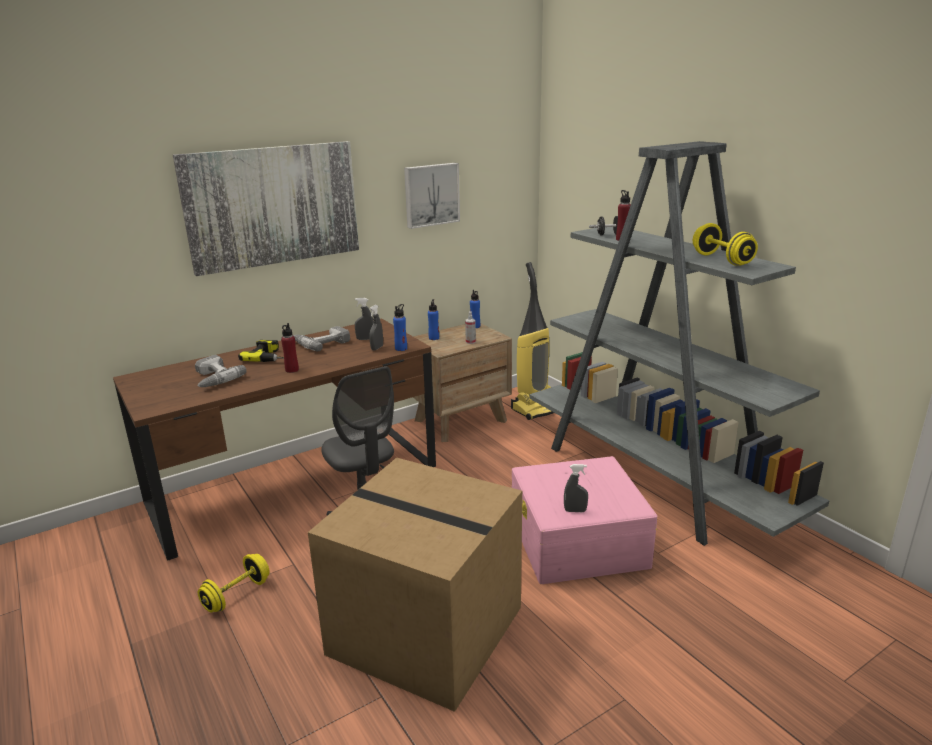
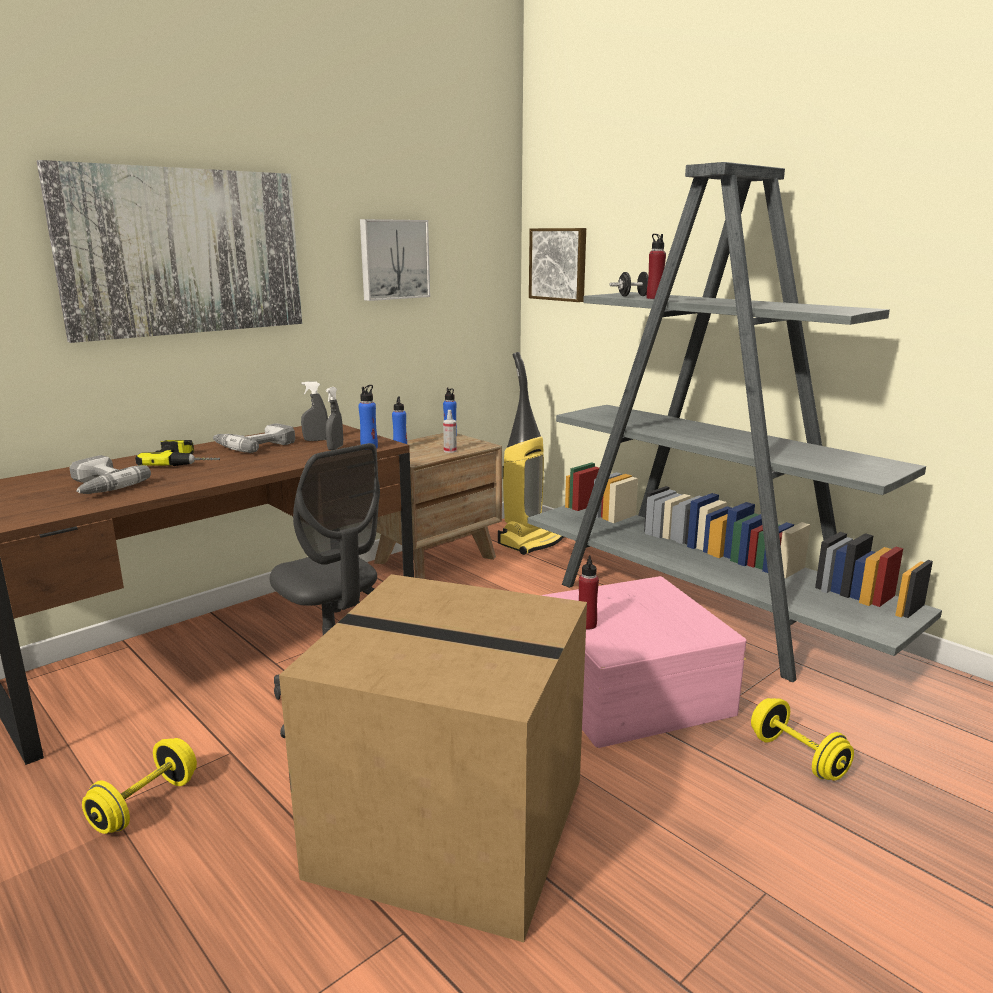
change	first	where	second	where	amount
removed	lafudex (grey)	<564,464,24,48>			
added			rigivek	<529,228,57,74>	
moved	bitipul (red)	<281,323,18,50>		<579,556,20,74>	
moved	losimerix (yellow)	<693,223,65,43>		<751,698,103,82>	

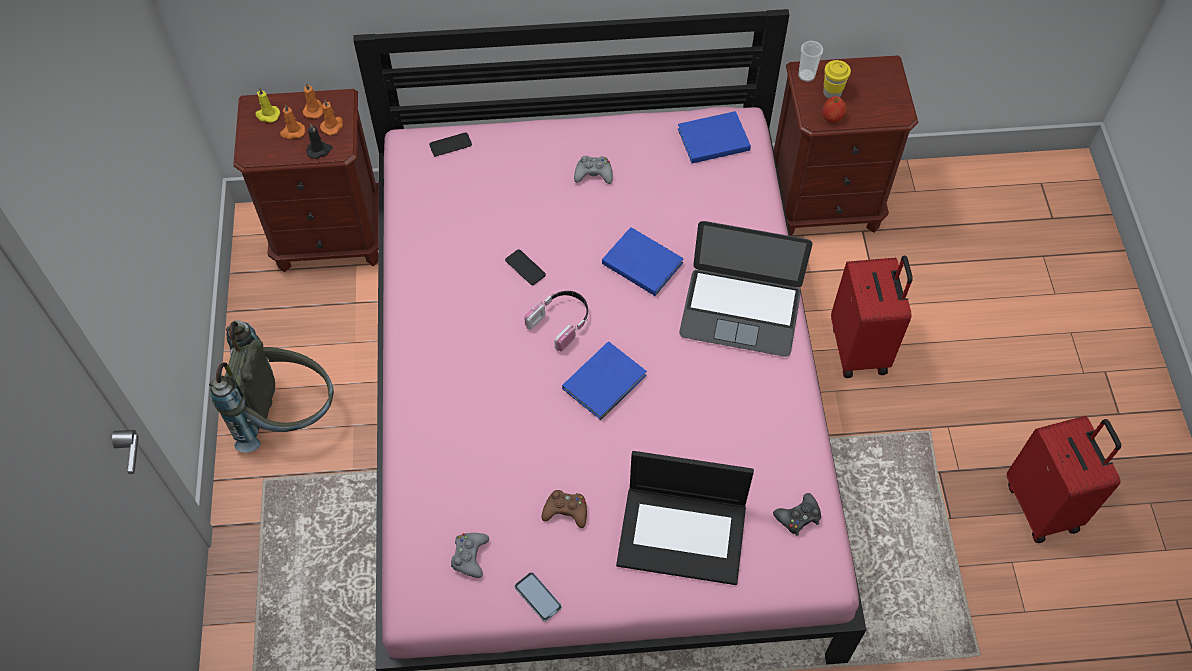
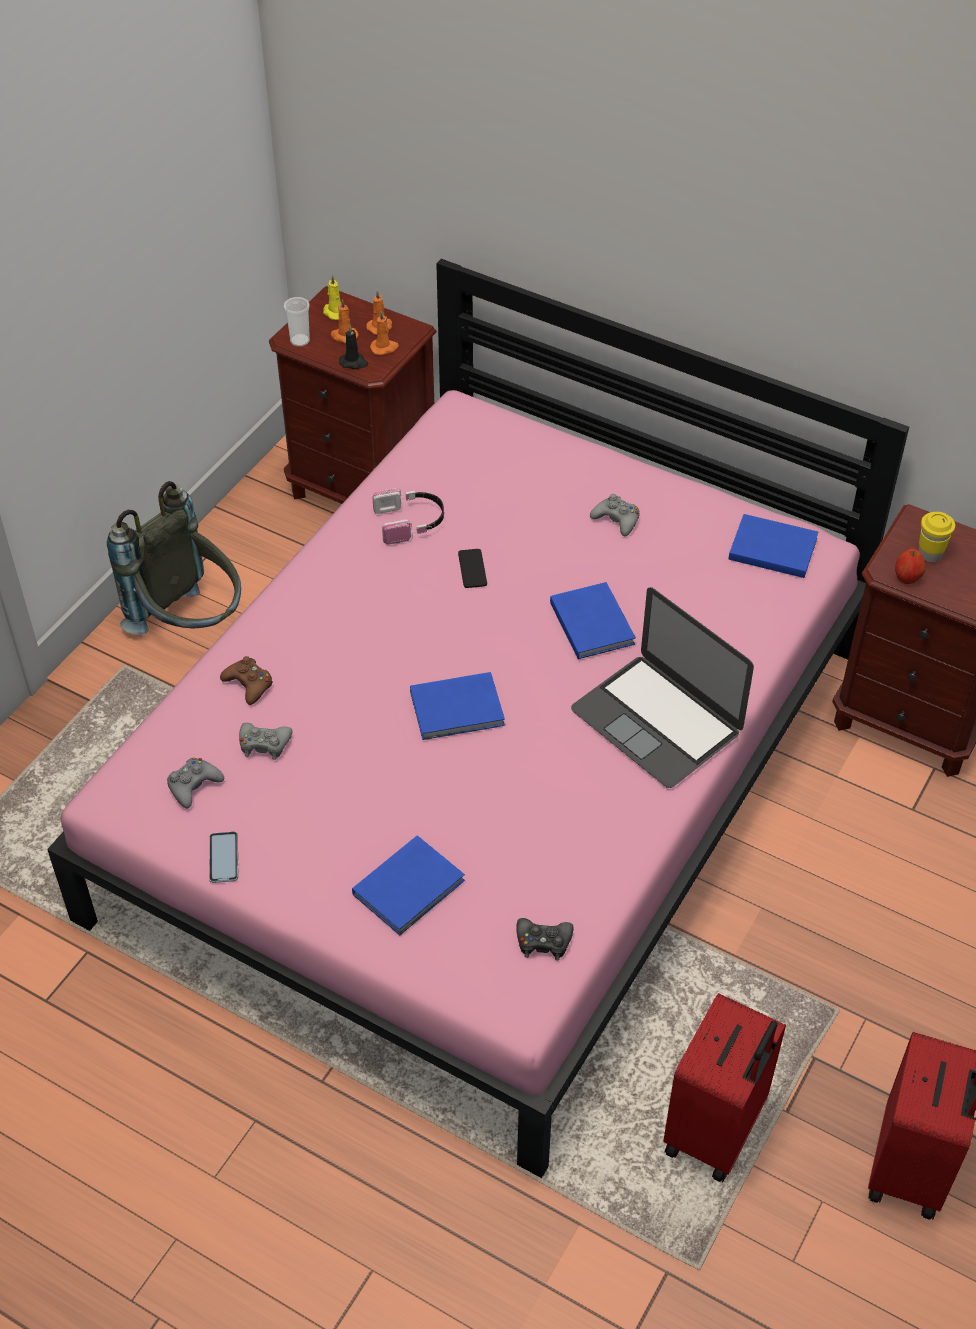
change	first	where	second	where	amount
removed	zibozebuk	<429,132,43,24>			
added			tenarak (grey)	<239,723,54,37>	
moved	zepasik	<524,291,64,60>		<372,488,72,57>	
moved	tenarak (brown)	<542,490,45,38>		<220,656,53,49>	
moved	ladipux	<798,41,25,41>		<284,297,26,50>	
moved	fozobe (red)	<831,256,82,122>		<663,993,123,189>	
replaced	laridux	<616,451,138,134>	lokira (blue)	<352,835,113,100>	

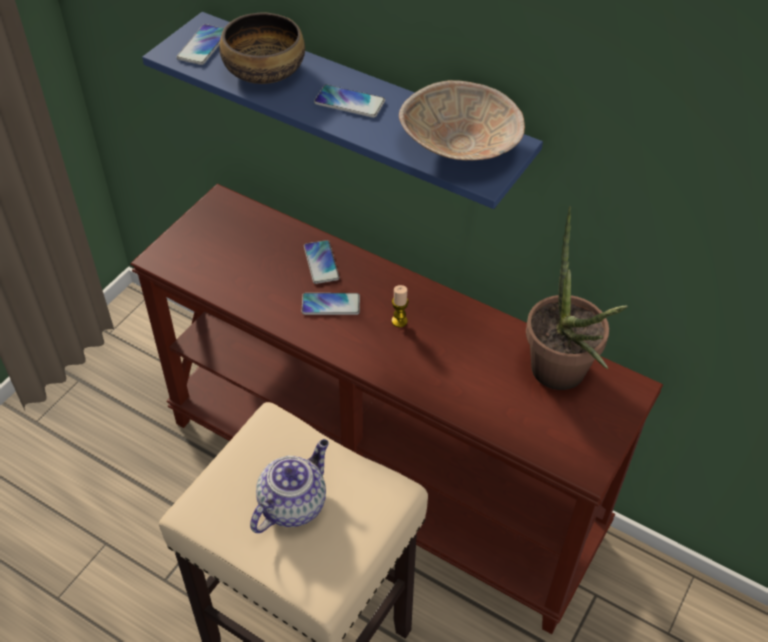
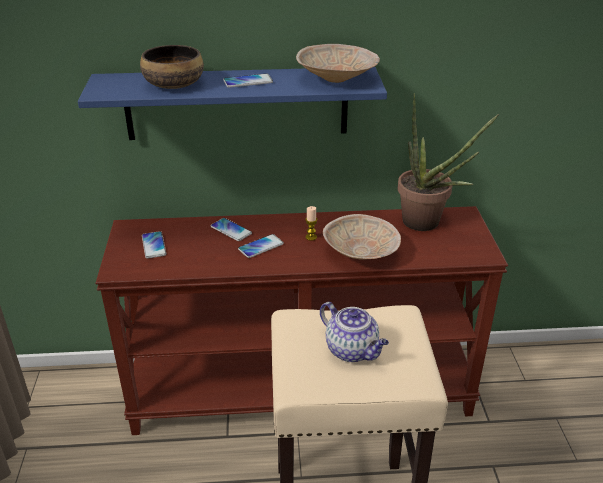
change	first	where	second	where	amount
added			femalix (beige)	<323,214,78,46>	
moved	zibozebuk	<177,24,47,41>		<142,231,24,28>	
turned	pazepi	<250,439,79,94>		<320,302,69,60>	135 degrees clockwise

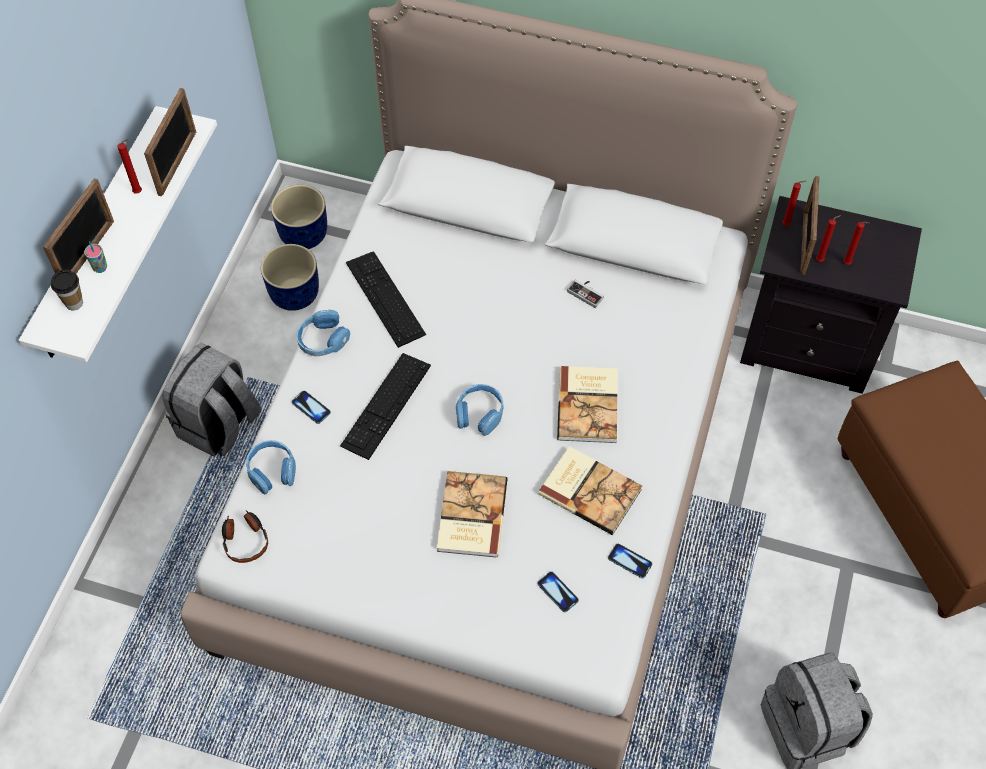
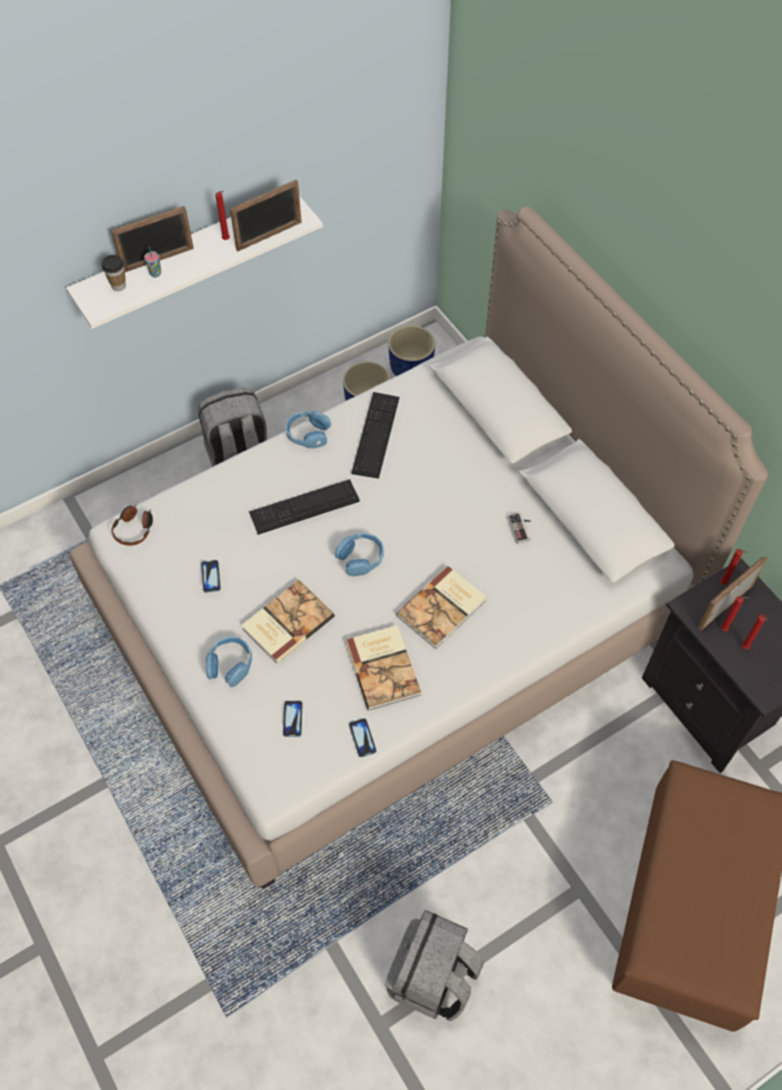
change	first	where	second	where	amount
moved	zepasik (blue)	<246,440,50,54>		<206,636,46,51>	
moved	zibozebuk	<292,391,39,33>		<201,560,20,33>	

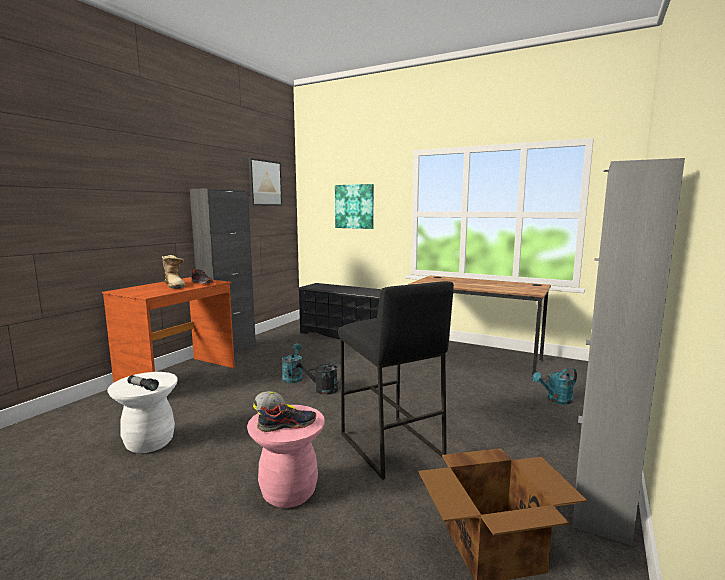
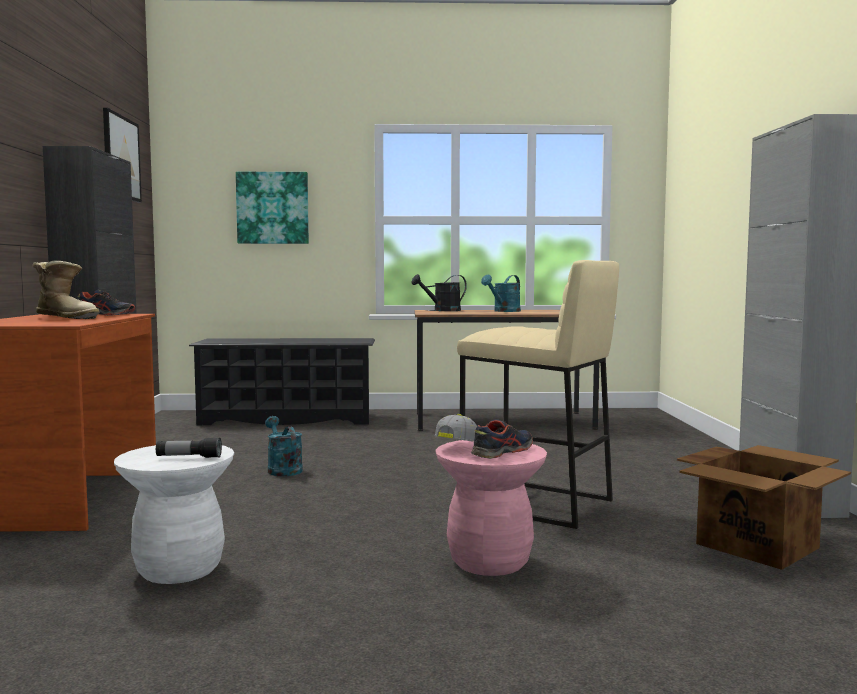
change	first	where	second	where	amount
moved	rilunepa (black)	<294,359,47,36>		<411,274,56,37>	
moved	rilunepa (turquoise)	<532,367,45,37>		<481,275,40,37>	
recoloured	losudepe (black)	<338,281,116,199>	losudepe (beige)	<457,260,162,269>	

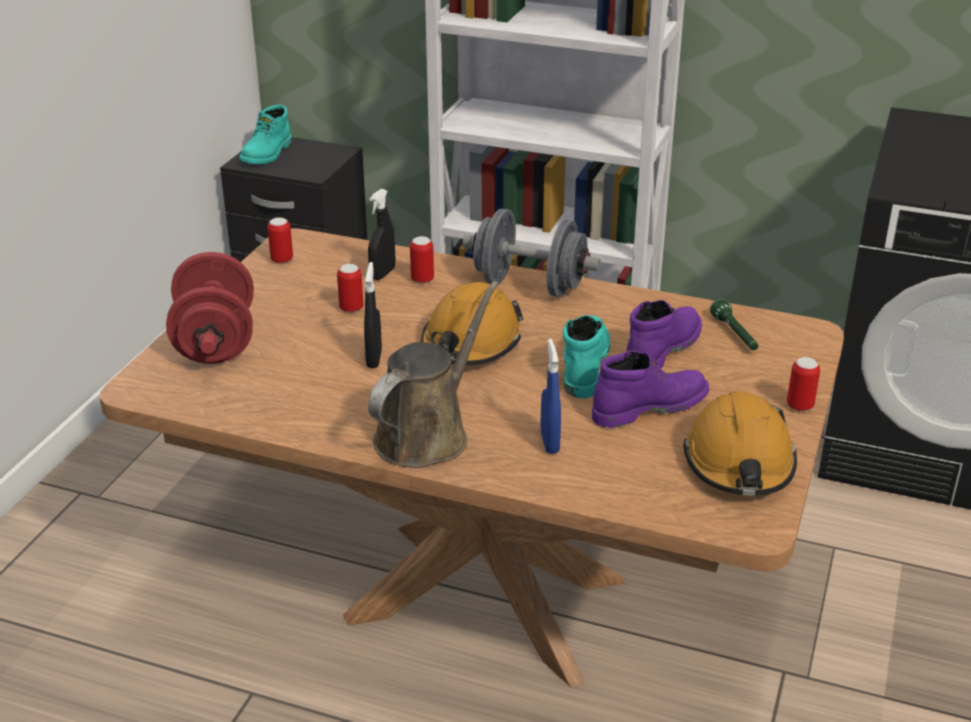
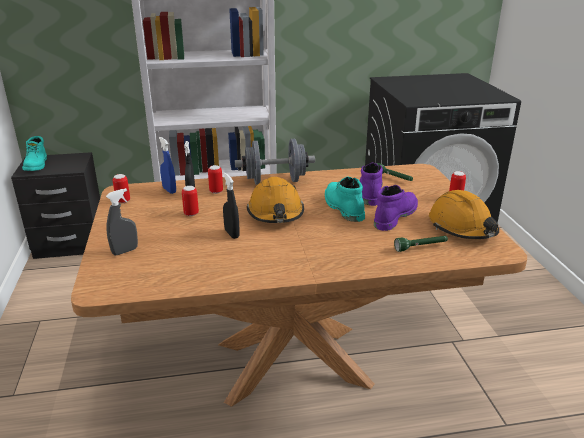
change	first	where	second	where	amount
removed	rilunepa (brown)	<368,281,131,187>			
added			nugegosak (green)	<394,236,54,16>	
moved	lafudex (blue)	<541,339,20,115>		<159,137,17,57>	
replaced	losimerix (red)	<166,252,88,112>	lafudex (grey)	<106,188,32,67>	

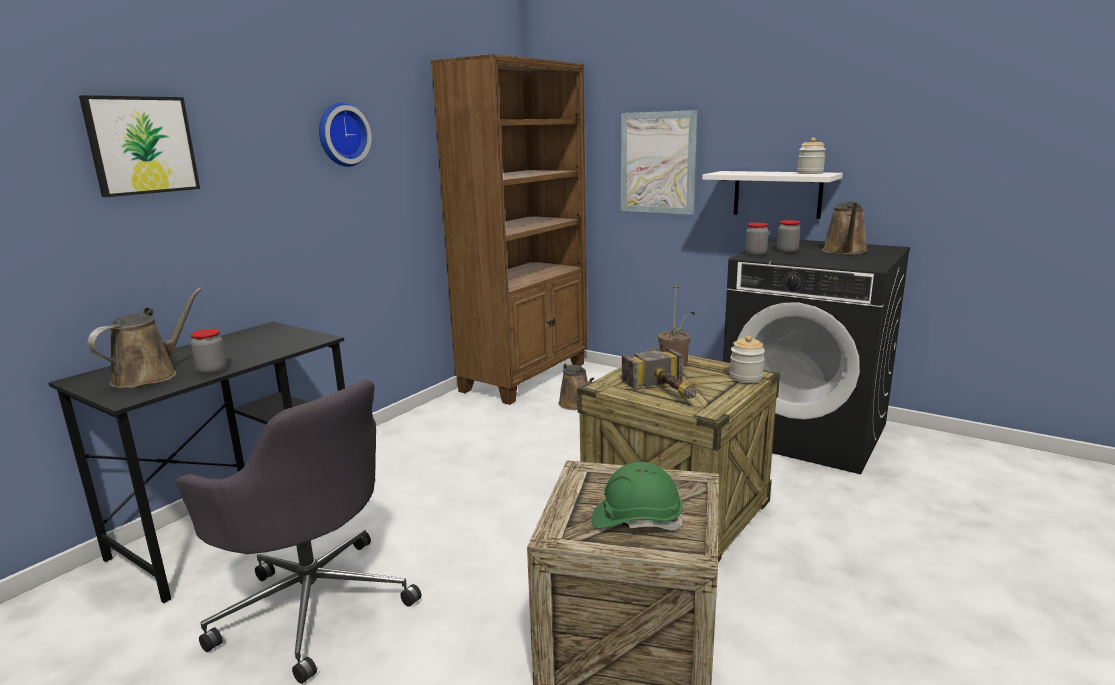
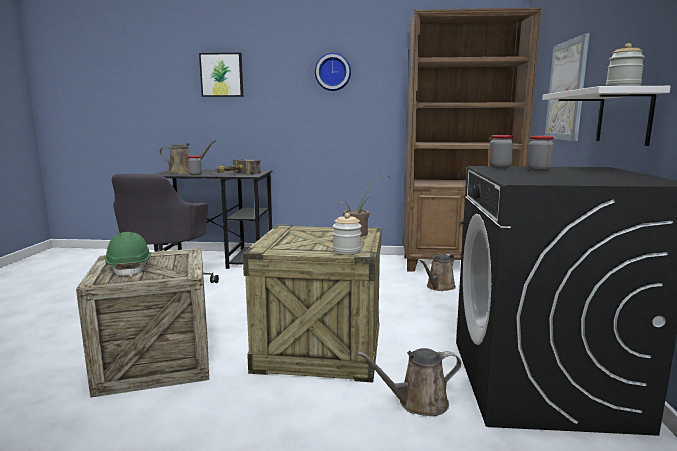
change	first	where	second	where	amount
moved	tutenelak	<622,348,74,51>		<215,159,46,16>	
moved	rilunepa (brown)	<822,201,46,54>		<357,348,104,68>	

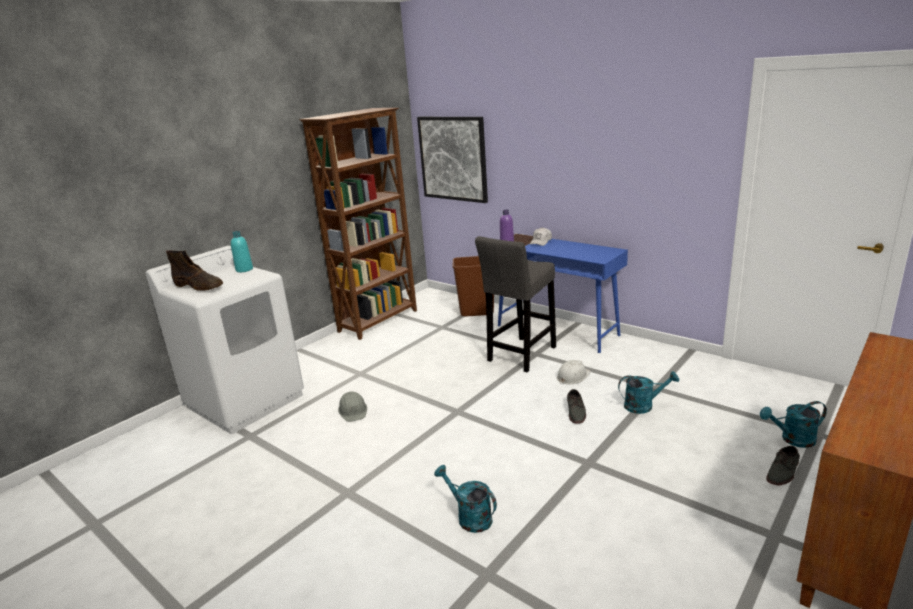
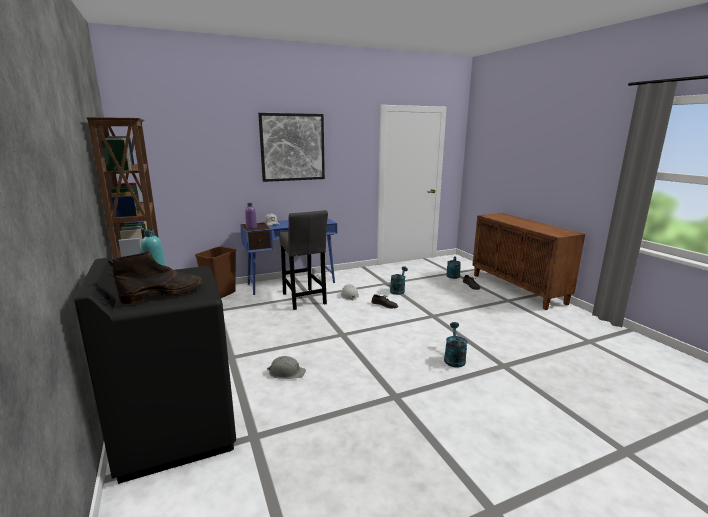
change	first	where	second	where	amount
moved	rigivek	<417,117,71,86>		<258,113,67,69>	
recoloured	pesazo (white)	<145,246,159,188>	pesazo (black)	<74,258,162,226>	
turned	rilunepa (turquoise)	<434,465,63,68>		<444,322,24,46>	120 degrees clockwise

